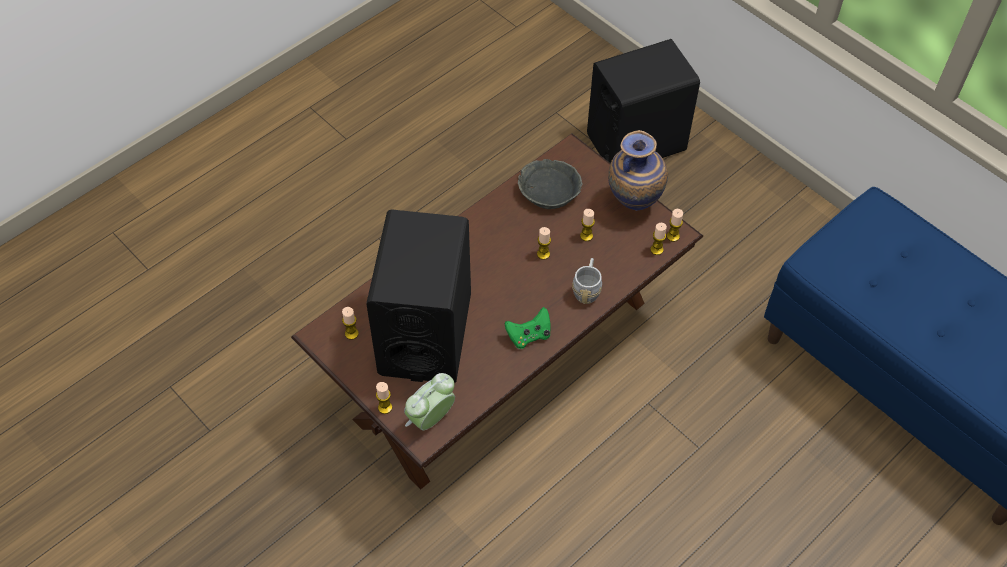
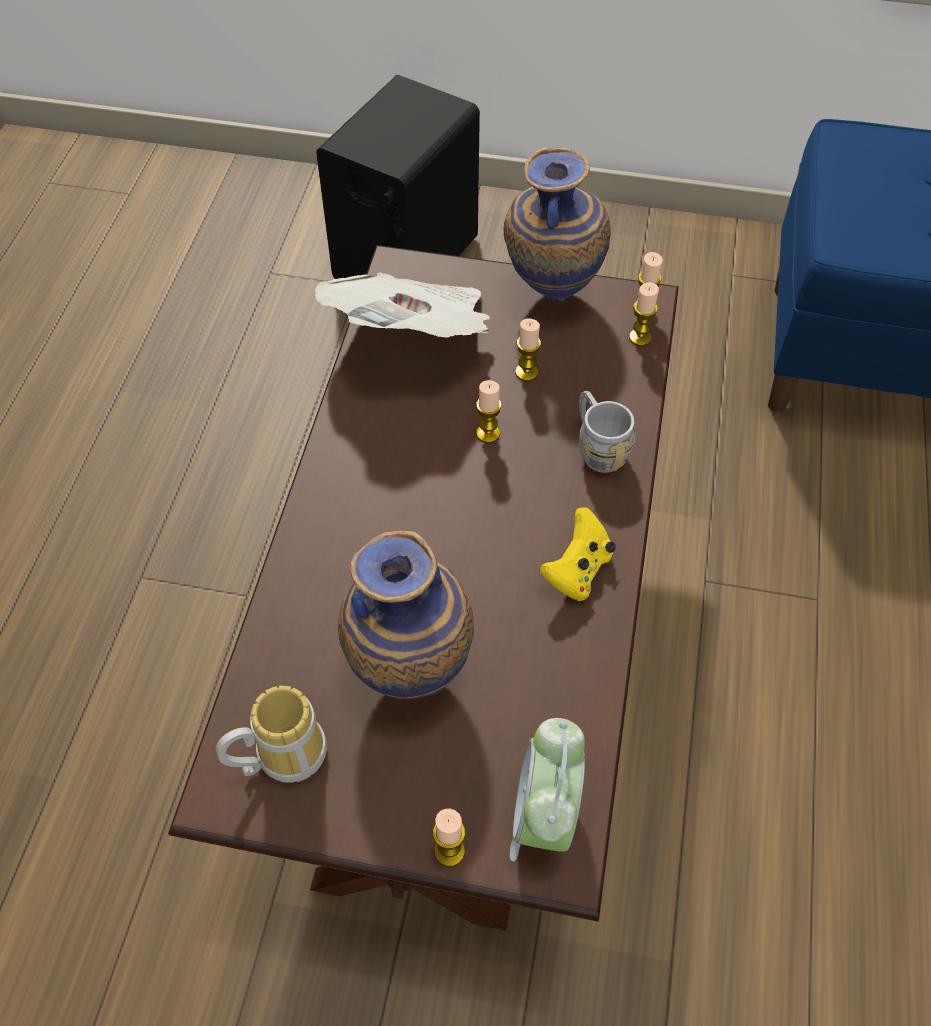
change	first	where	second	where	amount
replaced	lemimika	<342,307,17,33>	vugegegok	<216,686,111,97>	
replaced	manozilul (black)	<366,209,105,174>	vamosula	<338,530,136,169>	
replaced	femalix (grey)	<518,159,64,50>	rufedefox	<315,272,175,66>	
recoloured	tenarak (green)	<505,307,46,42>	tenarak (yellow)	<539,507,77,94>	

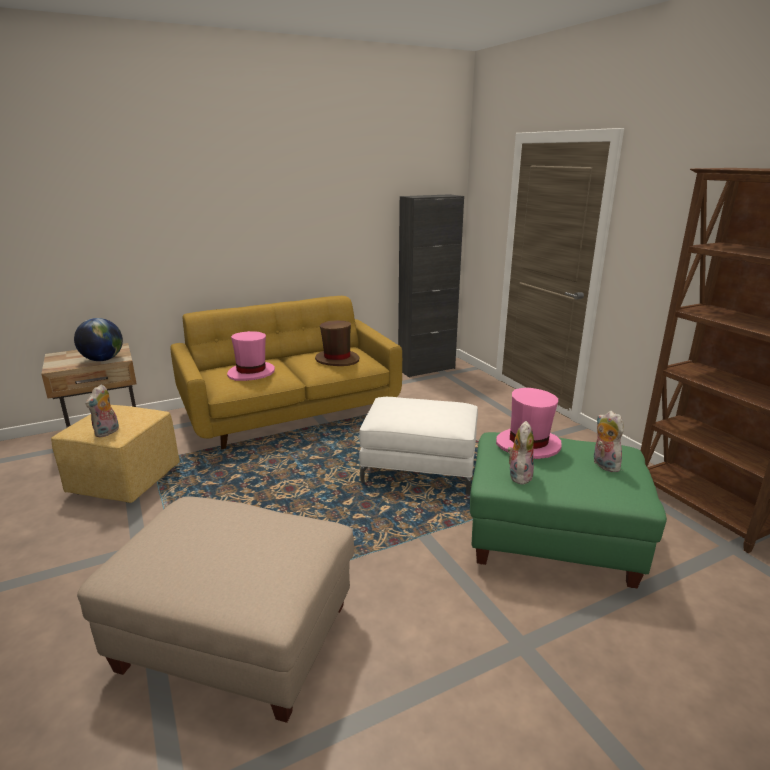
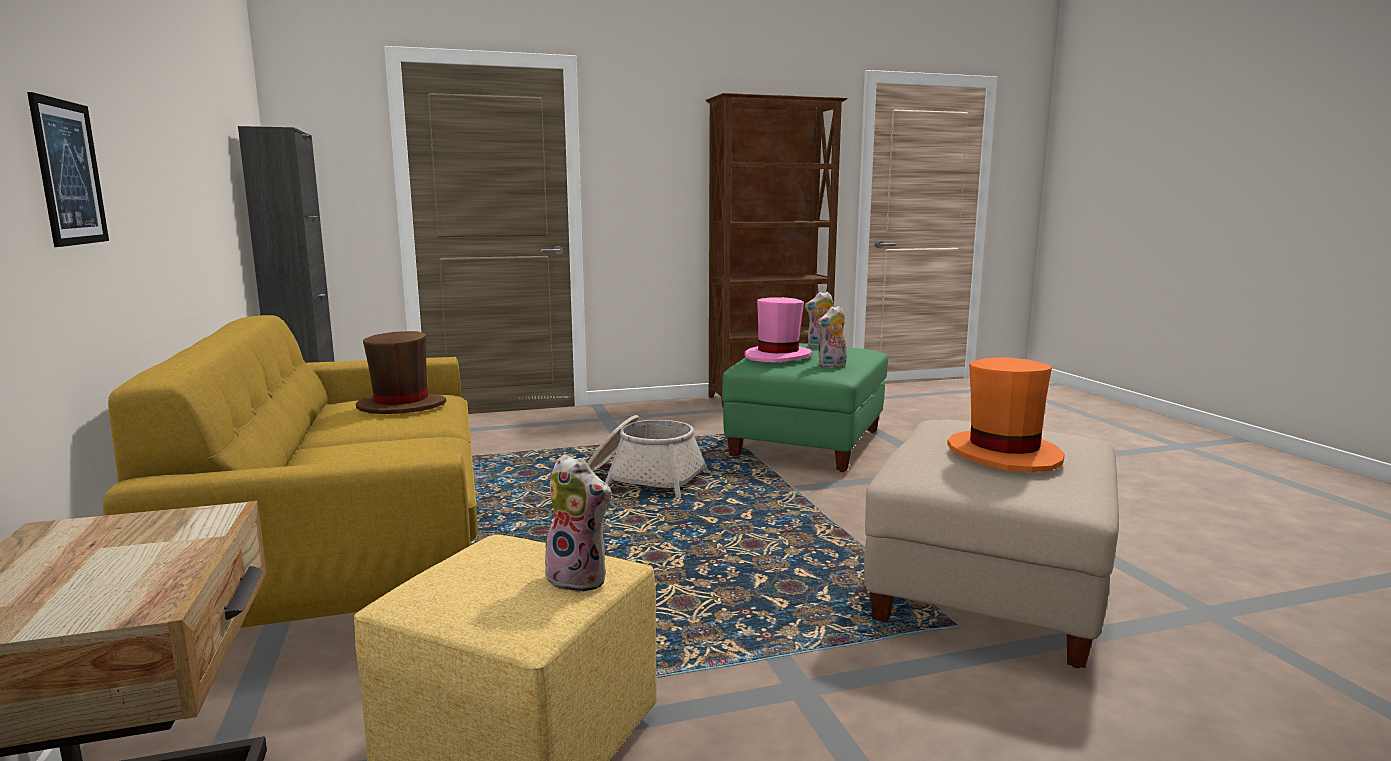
change	first	where	second	where	amount
removed	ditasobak	<74,318,49,43>			
removed	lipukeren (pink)	<227,331,48,50>			
added			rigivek	<27,92,82,155>	
added			lipukeren (orange)	<947,357,118,115>	
replaced	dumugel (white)	<359,397,119,98>	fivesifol	<587,415,122,83>	
turned	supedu	<508,421,26,63>		<818,305,29,63>	60 degrees counterclockwise

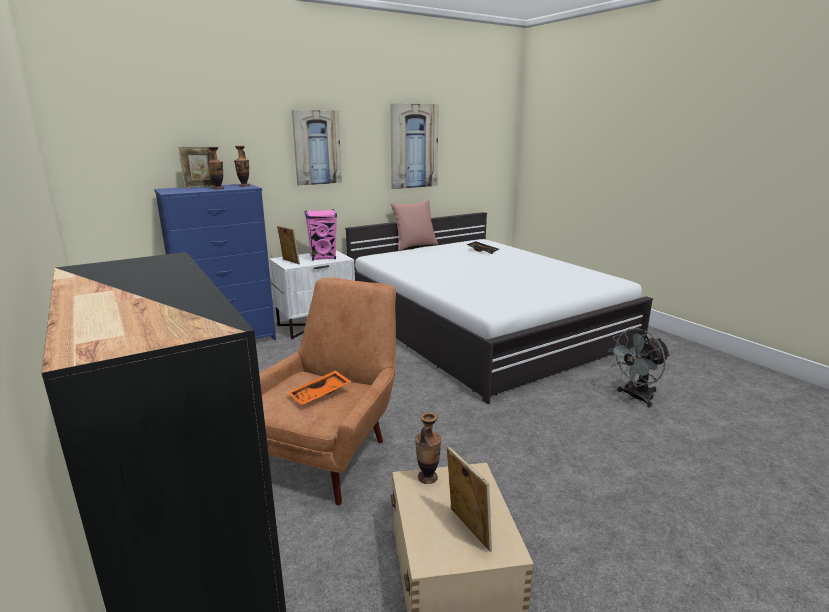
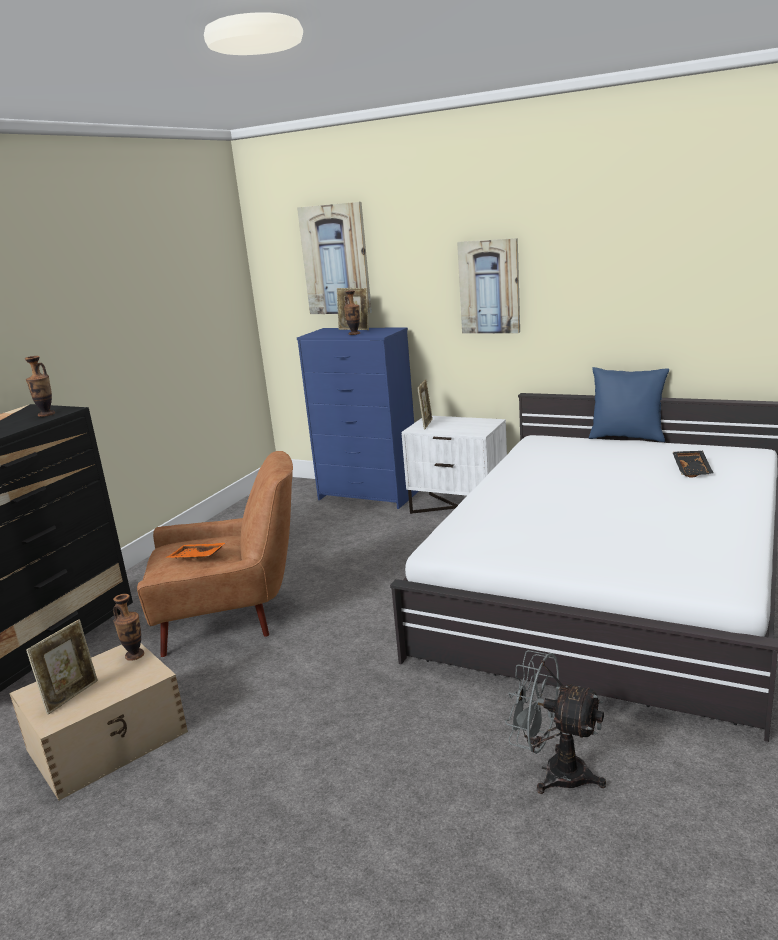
change	first	where	second	where	amount
removed	manozilul (pink)	<305,209,32,52>			
moved	vamosula	<234,146,16,40>		<25,356,30,61>	
moved	rigivek	<390,103,49,86>		<297,202,75,112>	
recoloured	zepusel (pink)	<390,200,48,51>	zepusel (blue)	<589,367,80,75>	

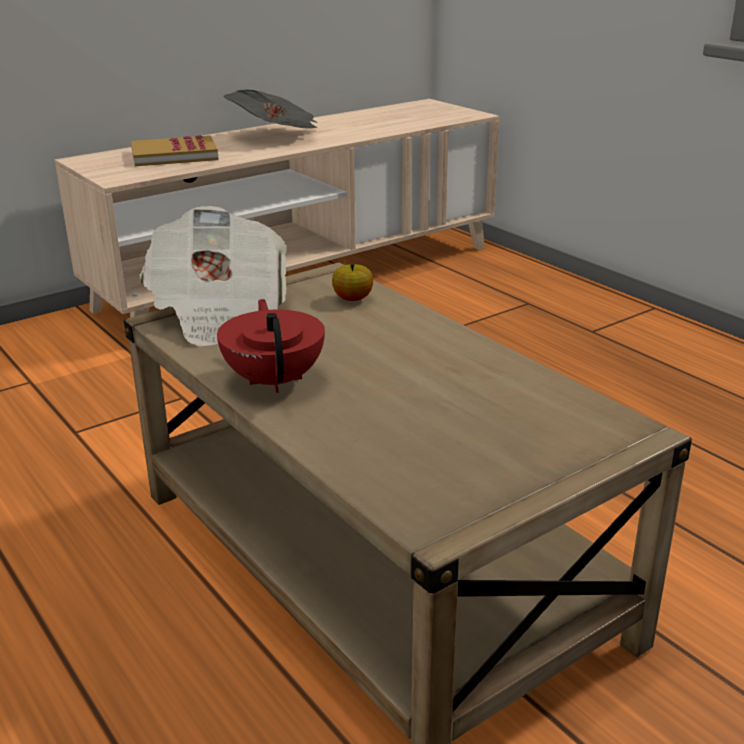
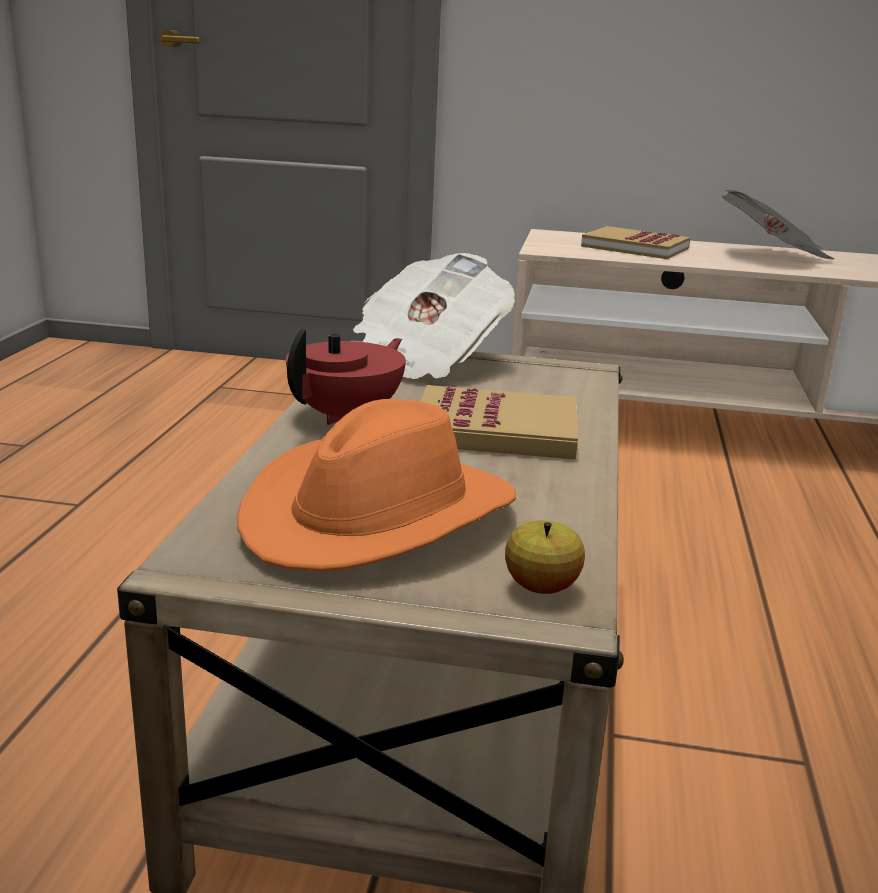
change	first	where	second	where	amount
added			lipukeren (orange)	<237,399,279,173>	
added			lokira	<421,385,157,75>	
moved	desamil	<332,264,41,37>		<505,521,80,73>	

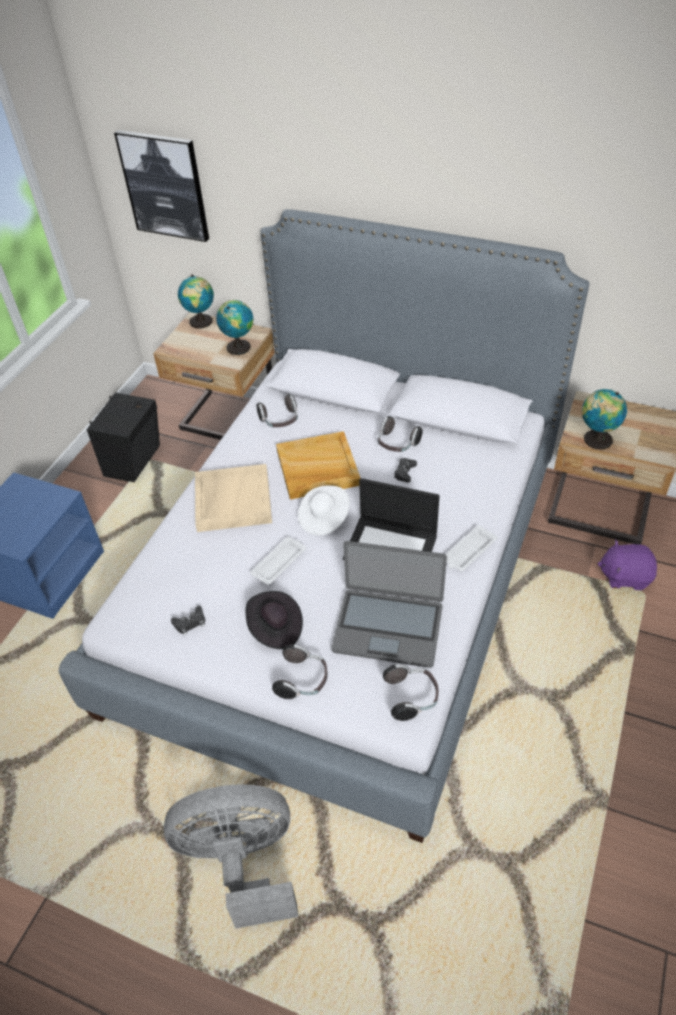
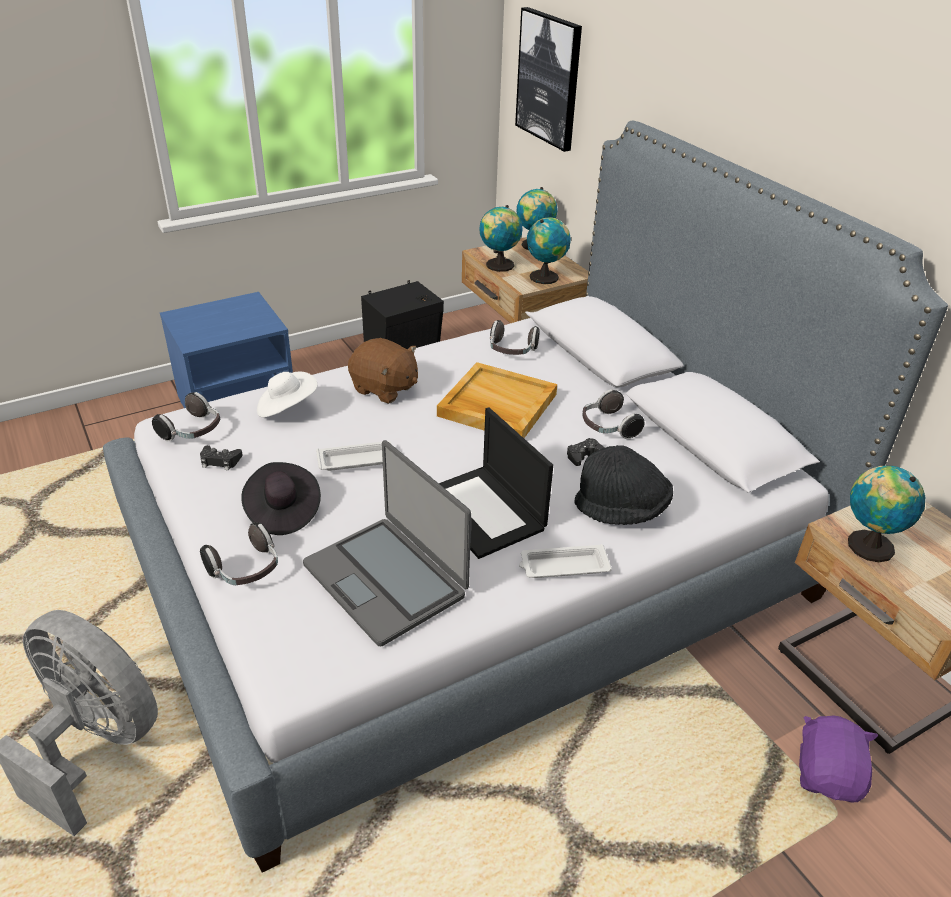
change	first	where	second	where	amount
added			ditasobak	<479,205,44,67>	
added			lipukeren (black)	<575,445,98,80>	
moved	lipukeren (white)	<298,485,52,51>		<257,372,61,45>	
moved	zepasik	<383,664,55,57>		<152,392,68,49>	
replaced	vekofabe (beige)	<195,464,77,68>	supedu (brown)	<348,338,70,66>	
turned	supedu (purple)	<598,540,59,50>		<799,715,79,87>	60 degrees clockwise

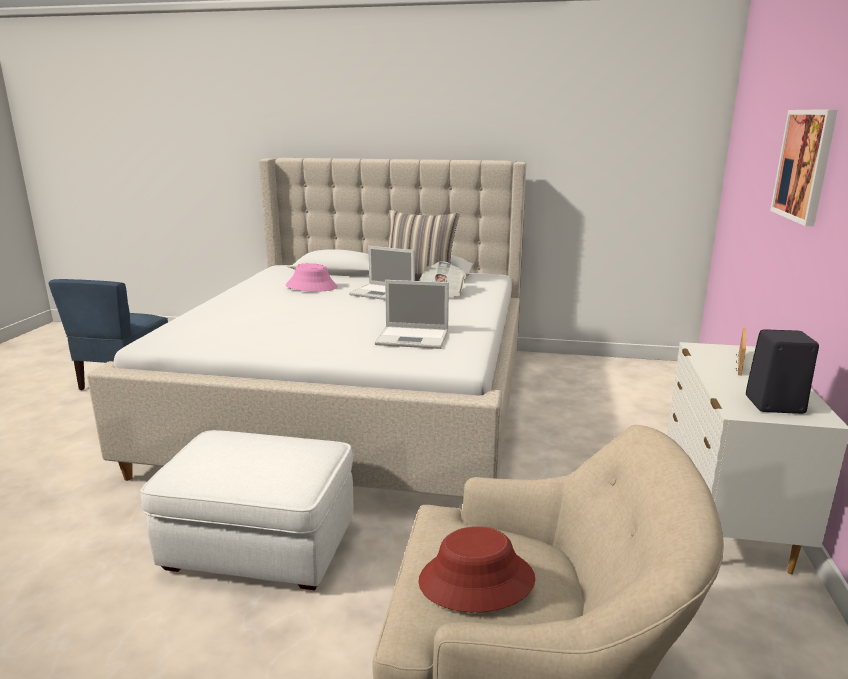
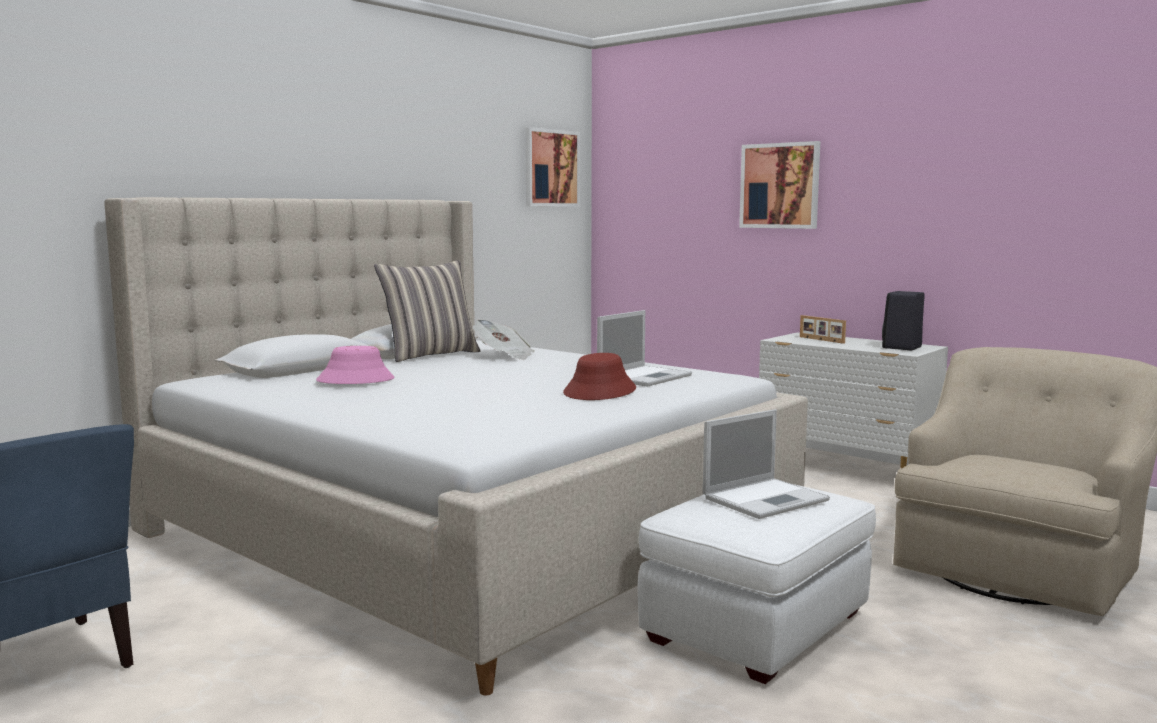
change	first	where	second	where	amount
added			rigivek	<525,127,55,80>	
moved	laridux	<349,246,66,54>		<703,409,127,110>	
moved	lipukeren (red)	<418,526,117,86>		<563,353,73,47>	

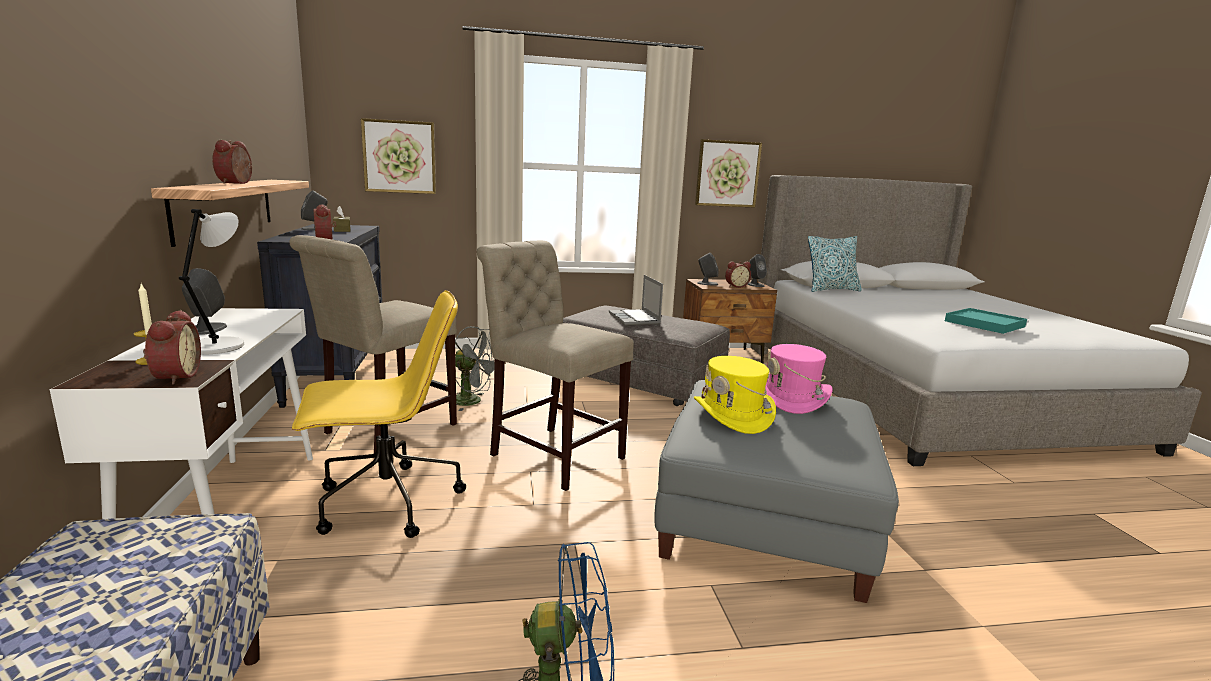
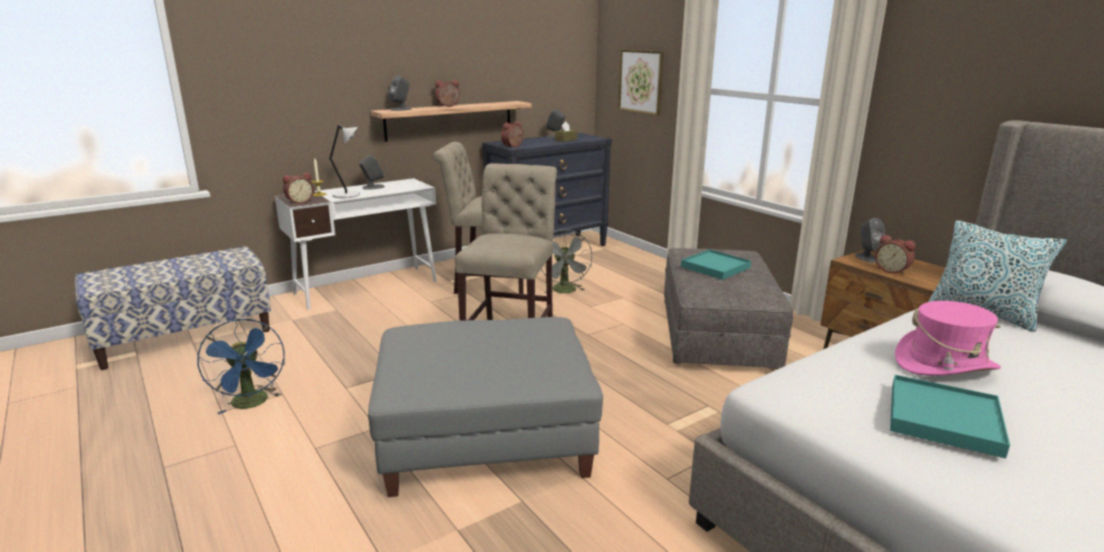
change	first	where	second	where	amount
removed	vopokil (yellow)	<292,290,174,248>			
removed	lipukeren (yellow)	<694,356,82,78>			
removed	rigivek	<695,139,67,69>			
moved	manozilul (grey)	<747,254,20,33>		<388,75,23,36>	
moved	lipukeren (pink)	<764,344,69,70>		<895,301,106,75>	
replaced	laridux	<609,275,54,50>	vekofabe (turquoise)	<681,249,70,31>	

